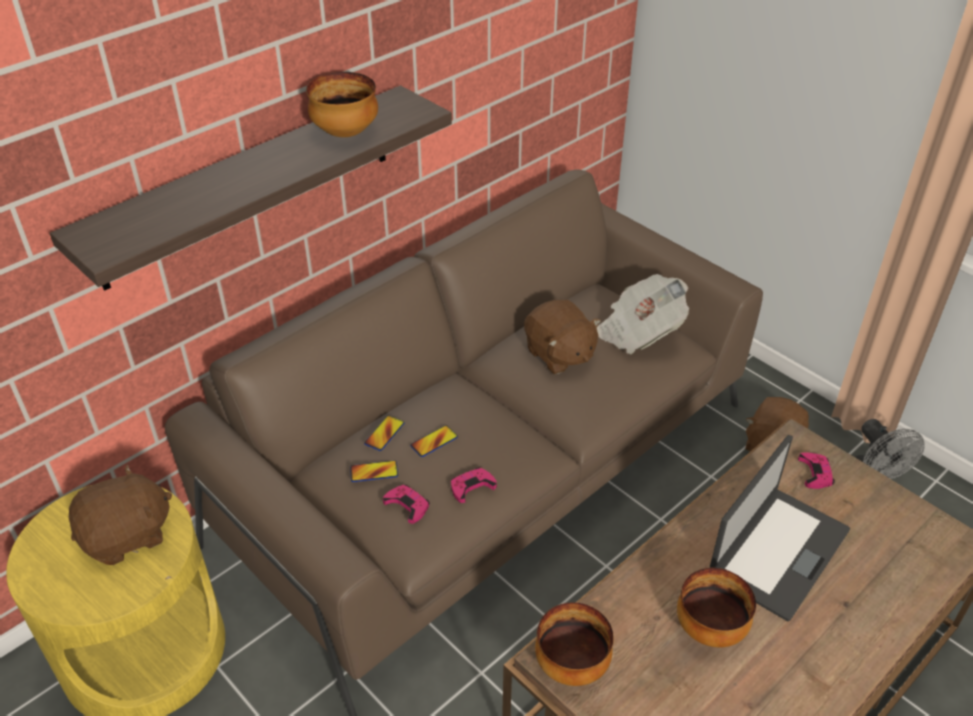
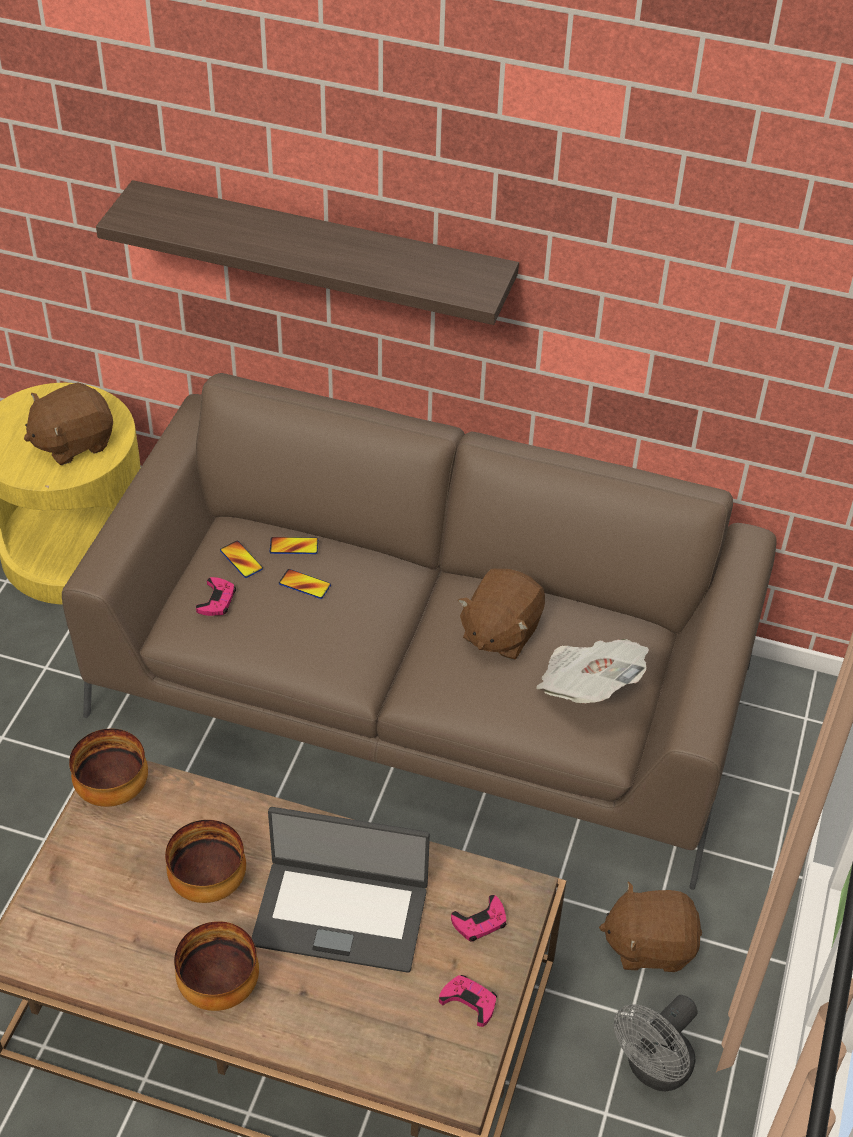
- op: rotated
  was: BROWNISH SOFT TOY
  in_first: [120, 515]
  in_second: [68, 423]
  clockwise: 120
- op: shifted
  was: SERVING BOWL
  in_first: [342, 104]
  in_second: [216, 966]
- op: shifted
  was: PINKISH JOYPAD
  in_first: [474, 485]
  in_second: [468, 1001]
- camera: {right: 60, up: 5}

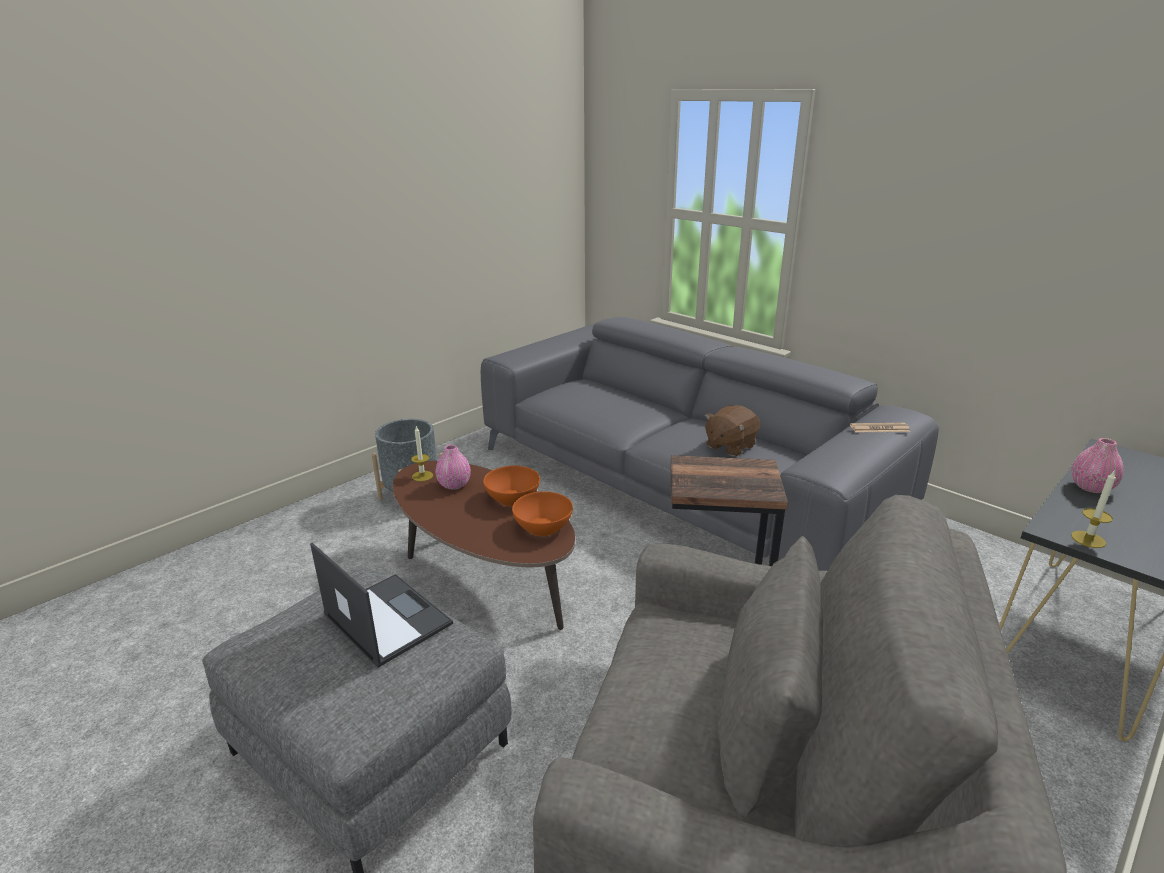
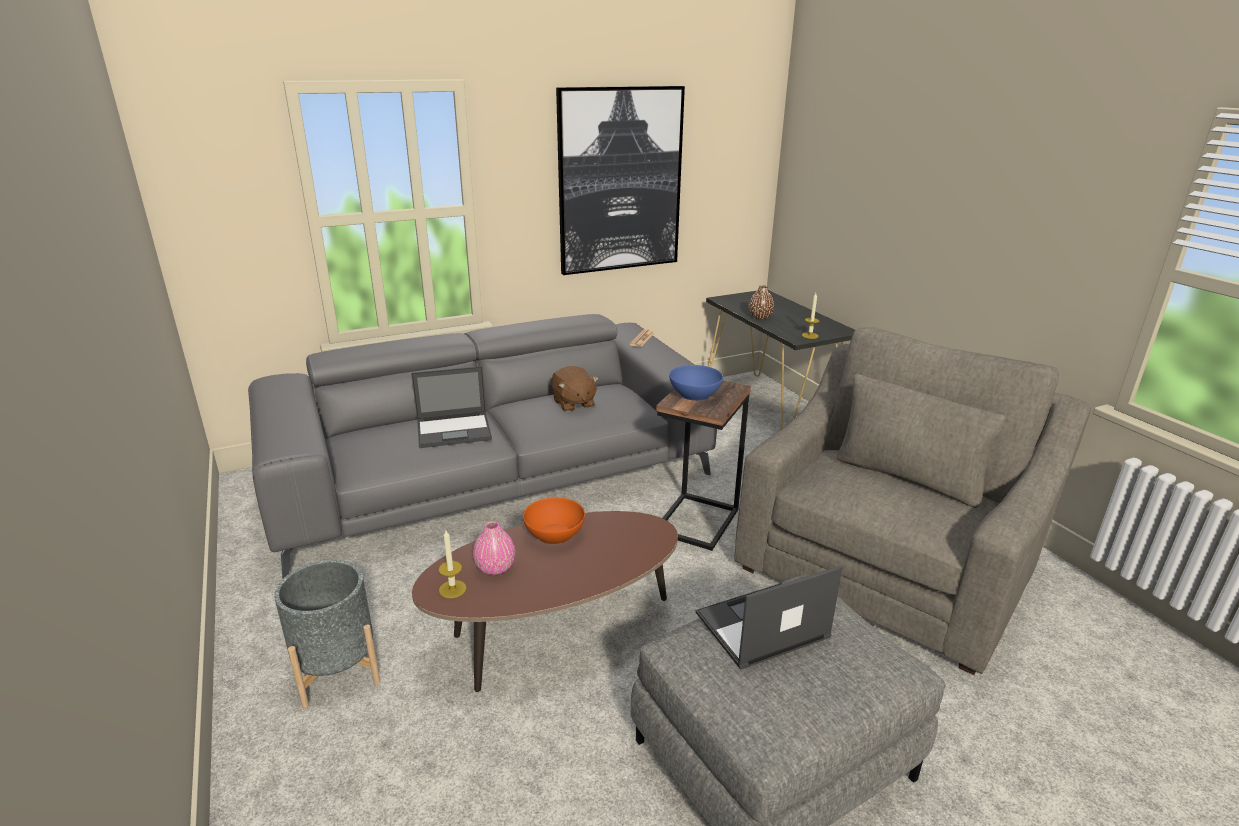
- op: gone
  was: ORANGE SERVING BOWL
  in_first: [542, 513]
- op: repainted
  was: PINKISH DECORATIVE VASE
  now: BROWNISH DECORATIVE VASE
  in_first: [1097, 465]
  in_second: [761, 302]
- op: new
  now: NOTEBOOK COMPUTER
  in_second: [451, 407]
- op: new
  now: PICTURE
  in_second: [620, 180]
- op: new
  now: BLUE SERVING BOWL
  in_second: [696, 383]
- camera: {right: -70, up: 0}

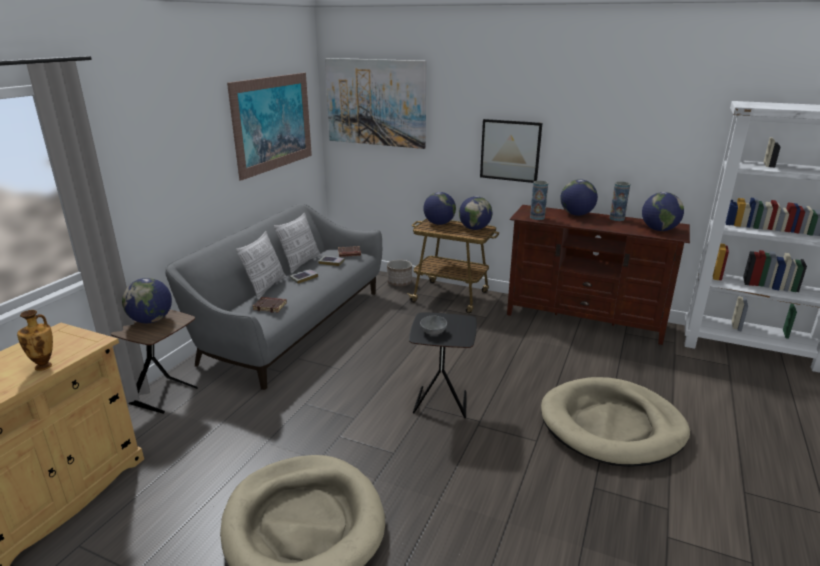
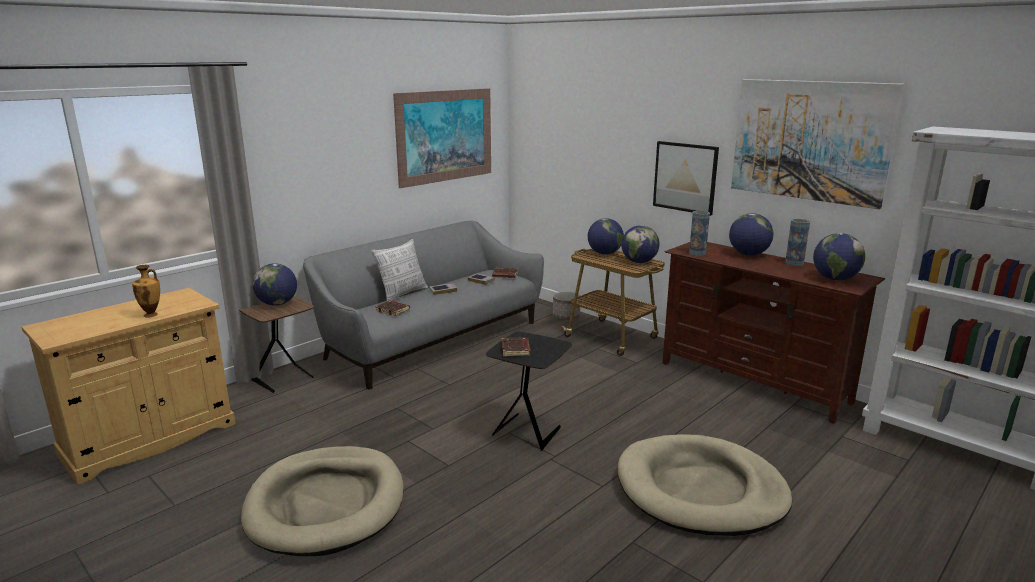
- op: gone
  was: PILLOW
  in_first: [297, 243]
- op: shifted
  was: PICTURE
  in_first: [376, 103]
  in_second: [817, 144]
- op: swapped
  was: GRAY SERVING BOWL
  now: BROWNISH VOLUME
  in_first: [433, 325]
  in_second: [516, 346]
- camera: {right: 20, up: -5}

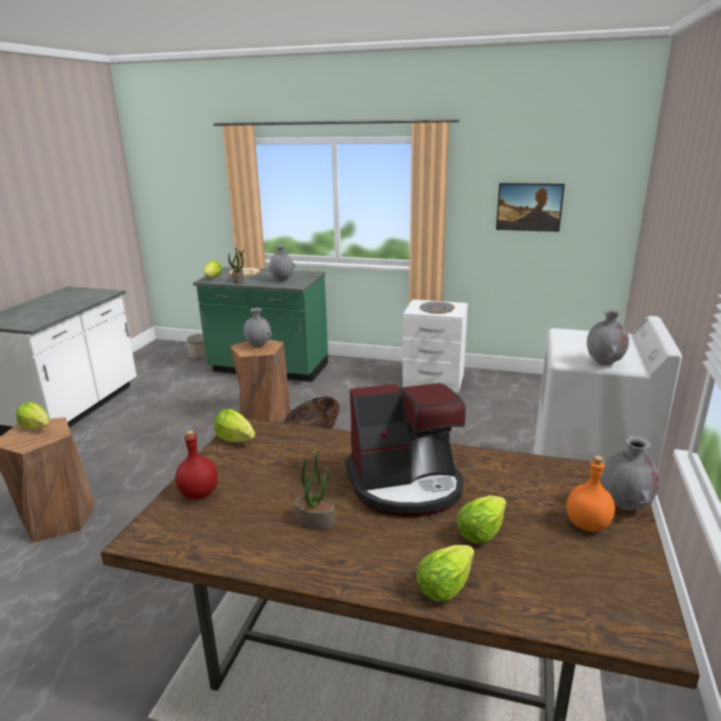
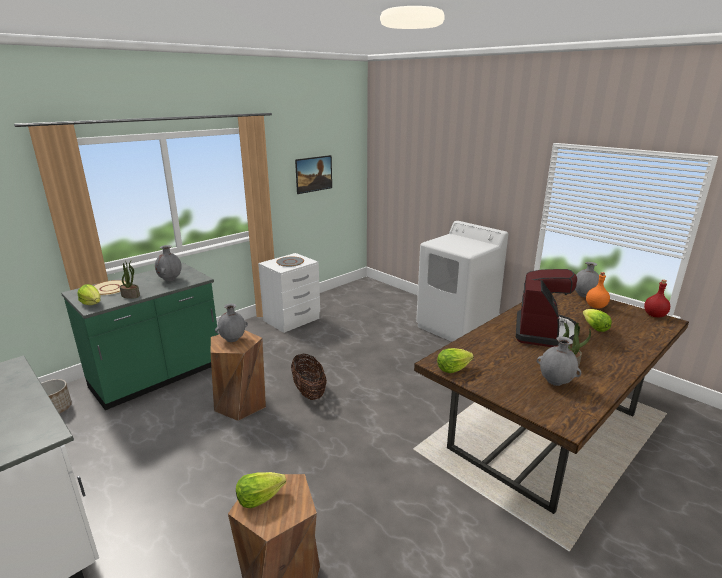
- op: shifted
  was: REDDISH BOTTLE
  in_first: [196, 464]
  in_second: [657, 298]
- op: gone
  was: LETTUCE
  in_first: [445, 573]
- op: shifted
  was: GRAY DECORATIVE VASE
  in_first: [608, 337]
  in_second: [559, 361]
- camera: {right: -60, up: 0}

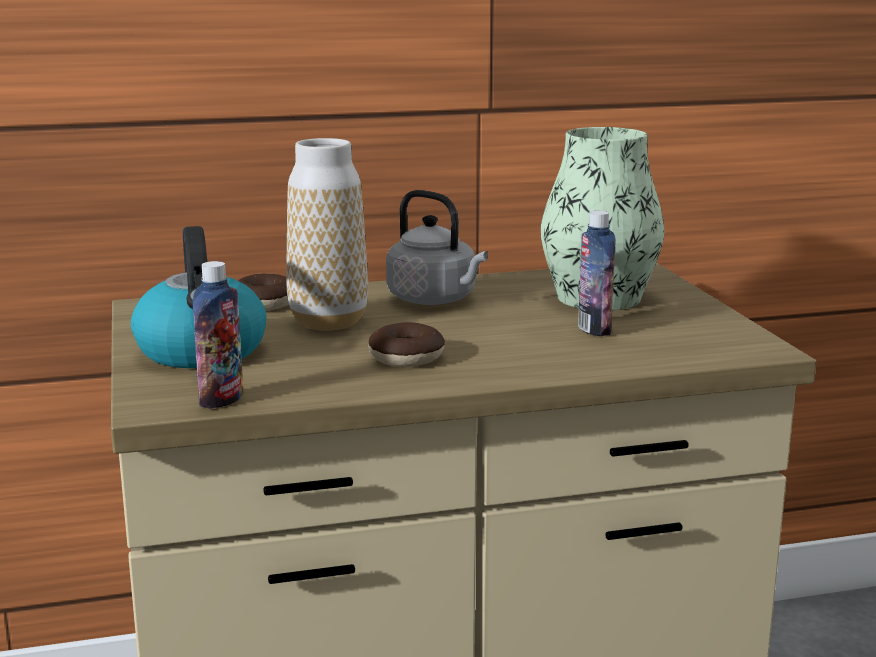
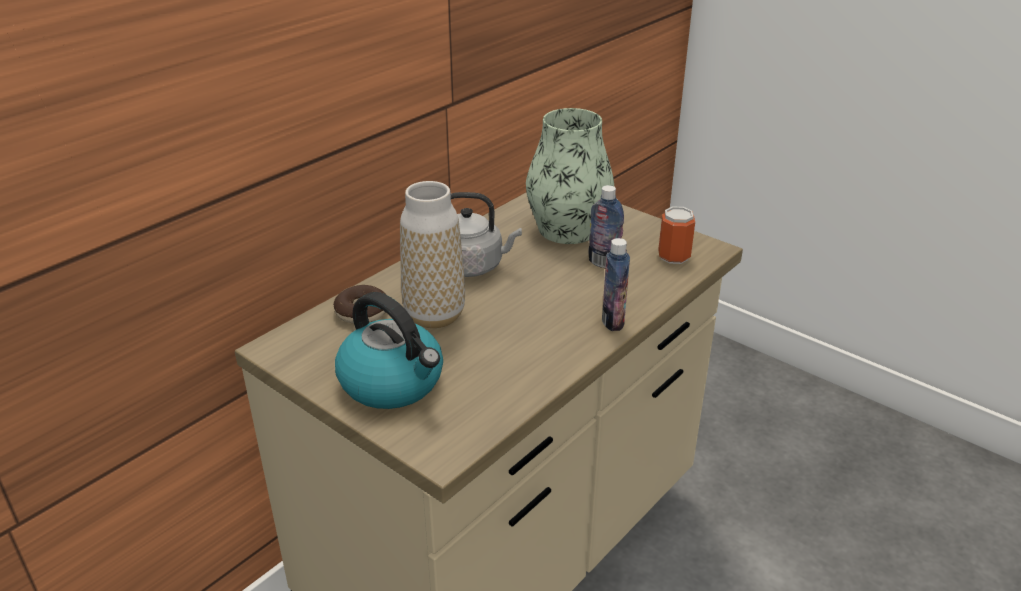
- op: shifted
  was: BOTTLE
  in_first: [218, 335]
  in_second: [616, 284]
- op: gone
  was: DOUGHNUT
  in_first: [406, 344]
- op: new
  now: METAL CAN
  in_second: [676, 235]
- camera: {right: -35, up: 15}

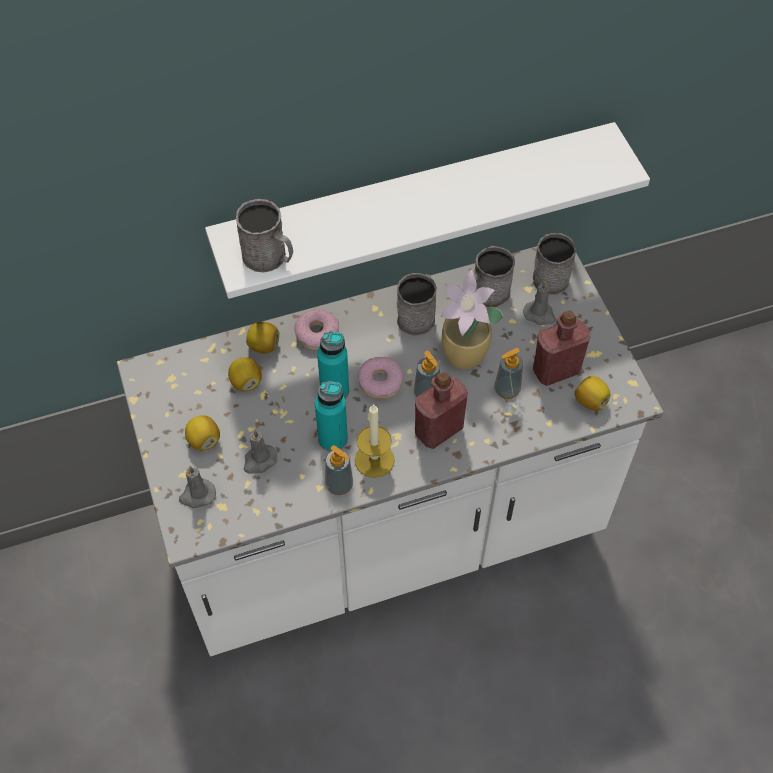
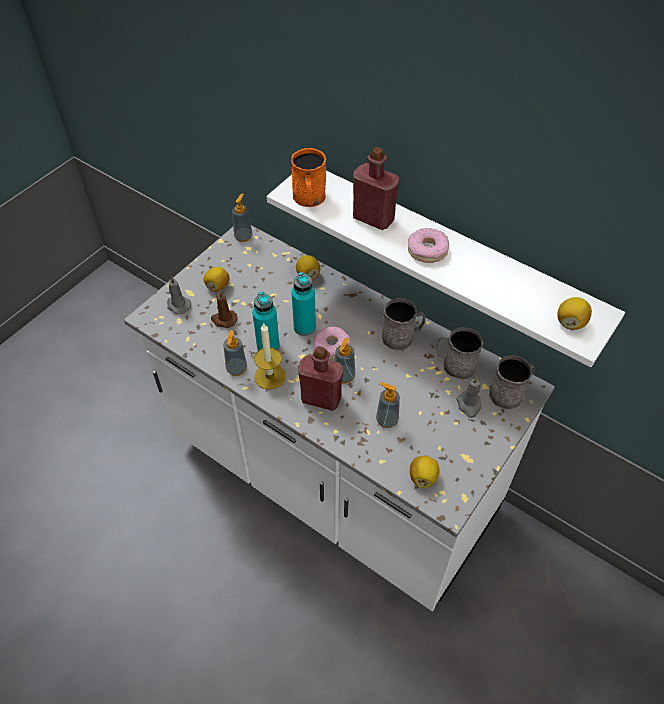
- op: shifted
  was: WHOLE LEMON
  in_first: [245, 374]
  in_second: [574, 313]
- op: repainted
  was: GRAY COFFEE MUG
  now: ORANGE COFFEE MUG
  in_first: [264, 235]
  in_second: [308, 177]
- op: repainted
  was: GRAY WAX CANDLE
  now: BROWNISH WAX CANDLE
  in_first: [260, 452]
  in_second: [224, 309]
- op: shifted
  was: DOUGHNUT
  in_first: [316, 329]
  in_second: [428, 245]
- op: gone
  was: HOUSEPLANT
  in_first: [472, 319]
- op: shifted
  was: REDDISH BOTTLE
  in_first: [562, 348]
  in_second: [376, 188]
- op: new
  now: SOAP BOTTLE
  in_second: [242, 217]
- camera: {right: 55, up: -5}

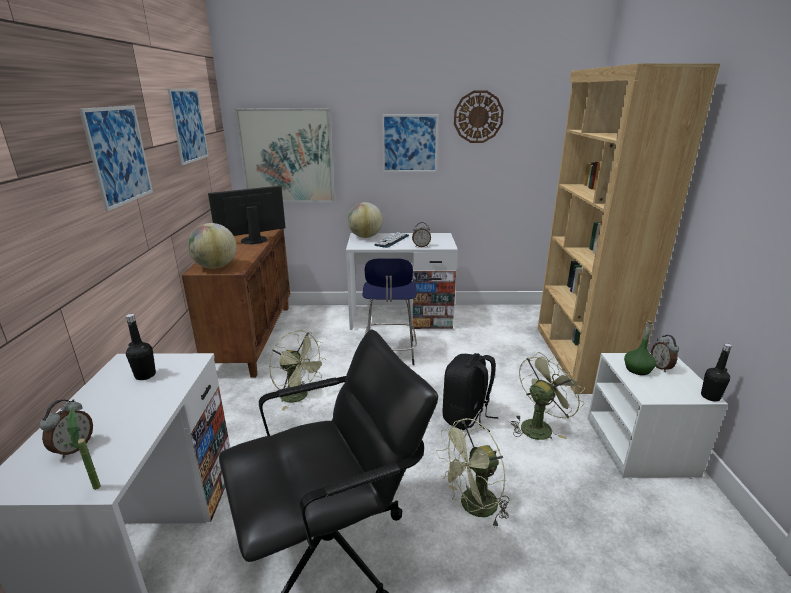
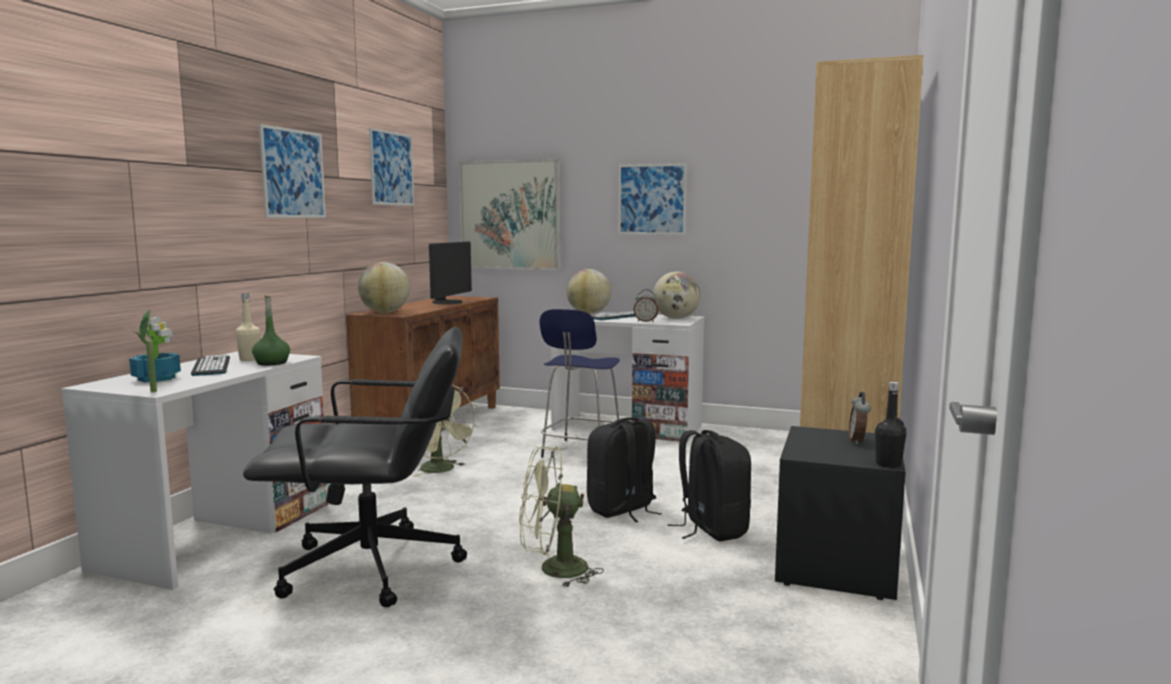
- op: swapped
  was: BEDSIDE CLOCK
  now: HOUSEPLANT
  in_first: [66, 429]
  in_second: [155, 349]
- op: repainted
  was: BLACK-COLOURED BOTTLE
  now: BEIGE-COLOURED BOTTLE
  in_first: [141, 347]
  in_second: [248, 327]
- op: rotated
  was: COMPUTER SCREEN
  in_first: [247, 215]
  in_second: [450, 272]
  clockwise: 120
- op: gone
  was: WALL CLOCK
  in_first: [479, 116]
- op: swapped
  was: GREENISH COOLING FAN
  now: BLACK-COLOURED KNAPSACK
  in_first: [548, 396]
  in_second: [709, 485]
- op: repainted
  was: WHITE BEDSIDE TABLE
  now: BLACK-COLOURED BEDSIDE TABLE
  in_first: [657, 416]
  in_second: [840, 513]
- op: shifted
  was: GREENISH BOTTLE
  in_first: [640, 348]
  in_second: [271, 330]
- op: new
  now: PC KEYBOARD
  in_second: [210, 365]
- op: new
  now: WORLD GLOBE
  in_second: [676, 295]
- camera: {right: 20, up: -15}

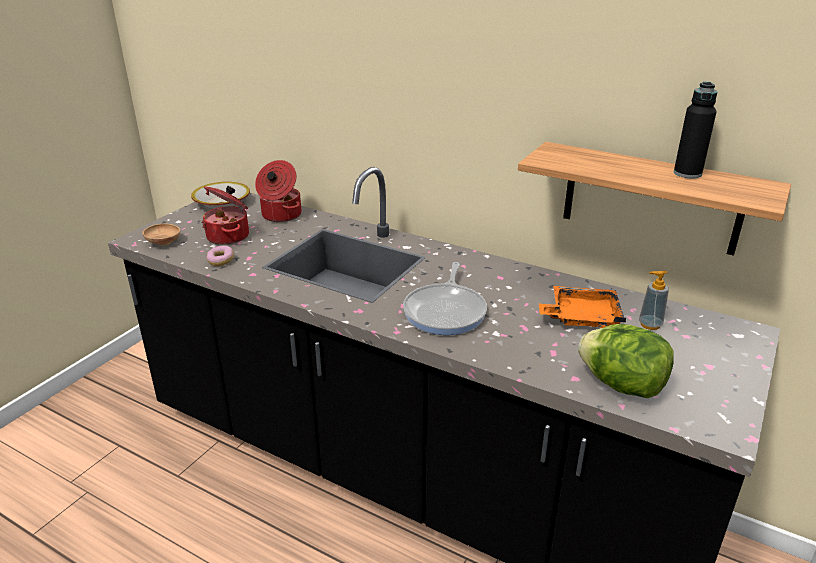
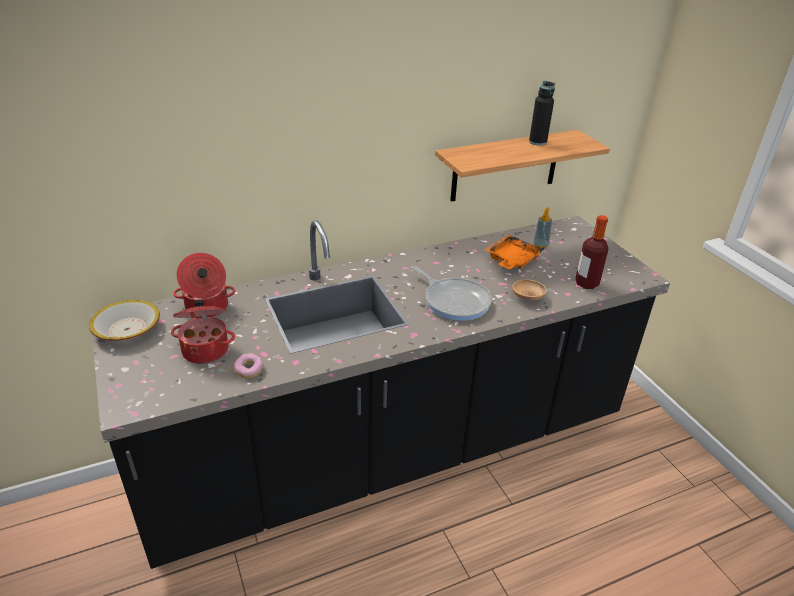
- op: shifted
  was: BROWNISH SERVING BOWL
  in_first: [161, 234]
  in_second: [529, 290]
- op: swapped
  was: LETTUCE
  now: BOTTLE
  in_first: [626, 361]
  in_second: [591, 252]
- camera: {right: -55, up: 5}

